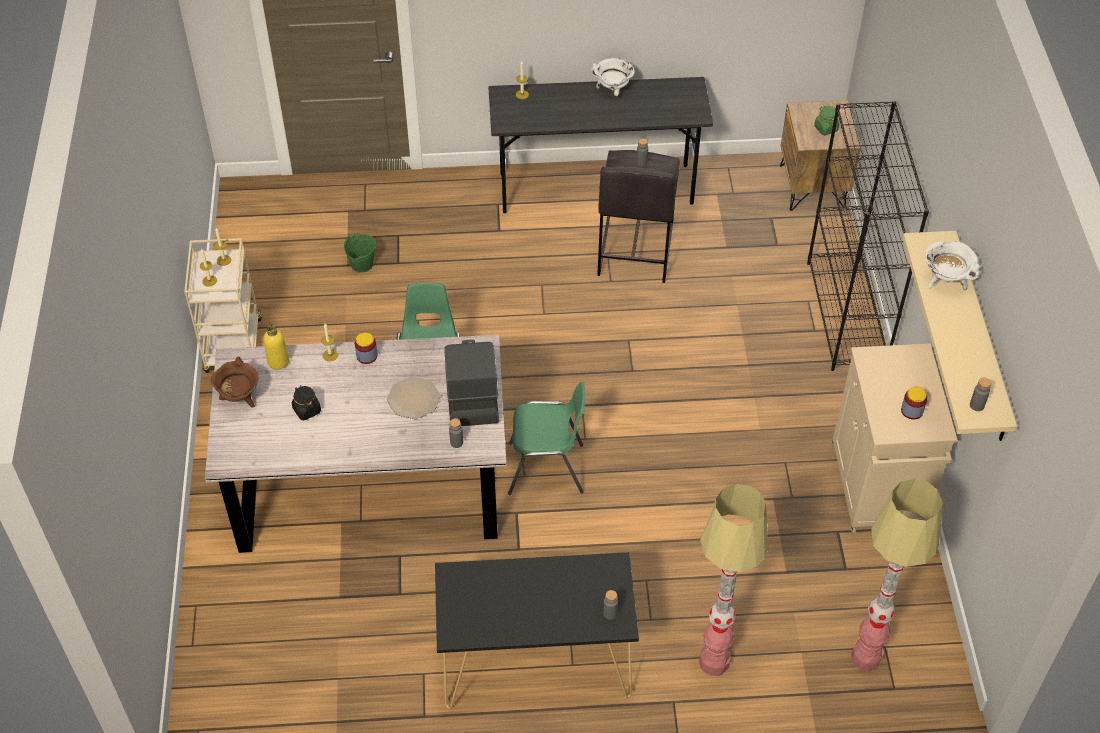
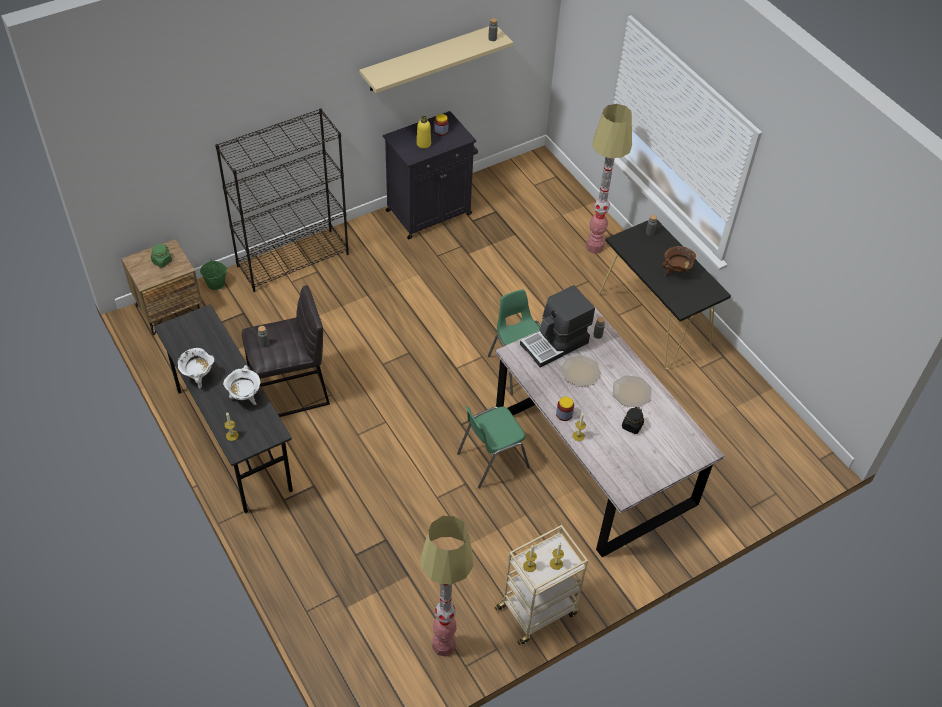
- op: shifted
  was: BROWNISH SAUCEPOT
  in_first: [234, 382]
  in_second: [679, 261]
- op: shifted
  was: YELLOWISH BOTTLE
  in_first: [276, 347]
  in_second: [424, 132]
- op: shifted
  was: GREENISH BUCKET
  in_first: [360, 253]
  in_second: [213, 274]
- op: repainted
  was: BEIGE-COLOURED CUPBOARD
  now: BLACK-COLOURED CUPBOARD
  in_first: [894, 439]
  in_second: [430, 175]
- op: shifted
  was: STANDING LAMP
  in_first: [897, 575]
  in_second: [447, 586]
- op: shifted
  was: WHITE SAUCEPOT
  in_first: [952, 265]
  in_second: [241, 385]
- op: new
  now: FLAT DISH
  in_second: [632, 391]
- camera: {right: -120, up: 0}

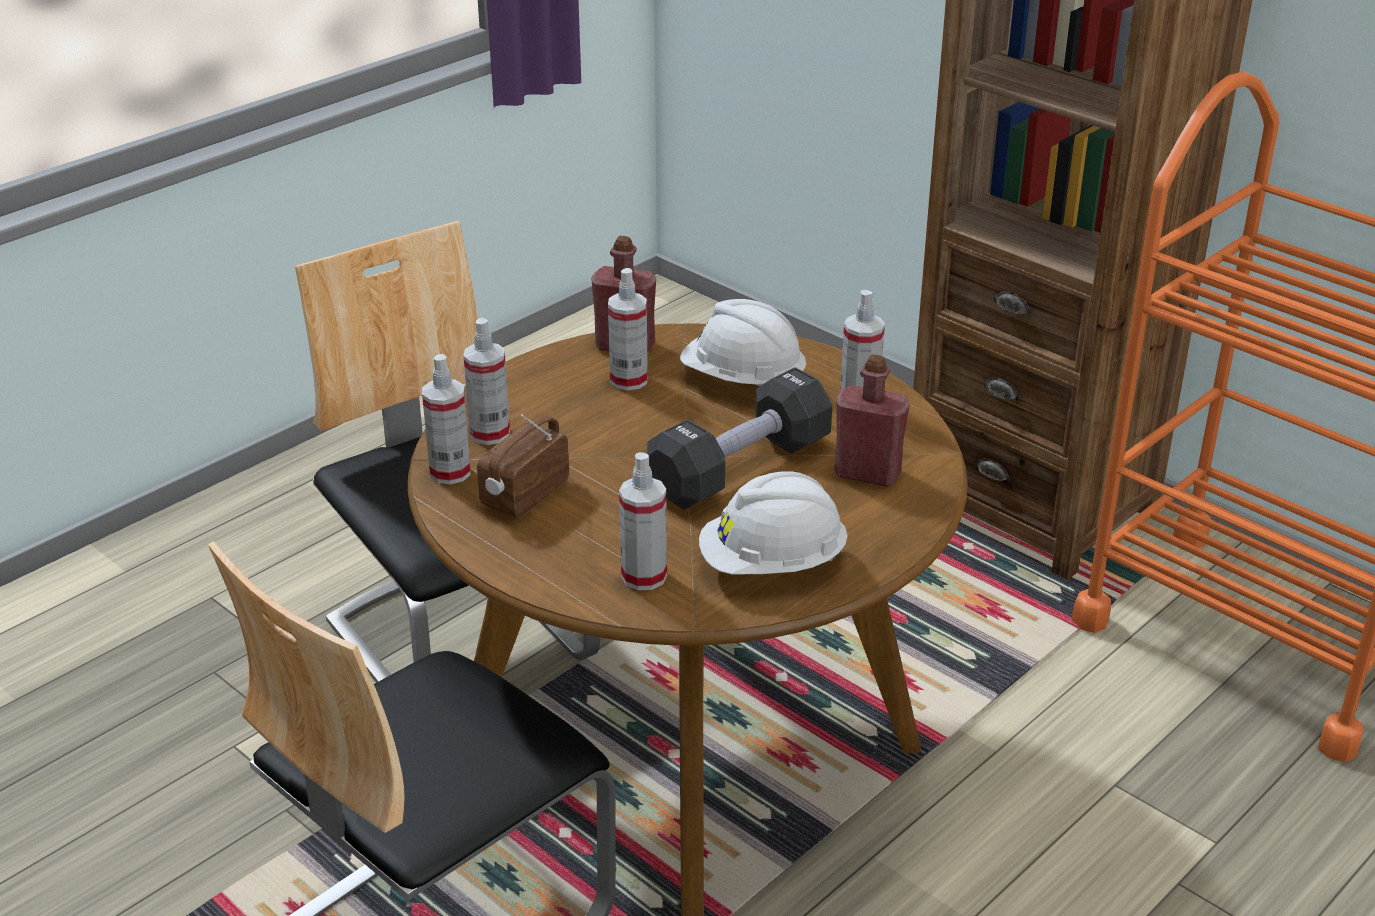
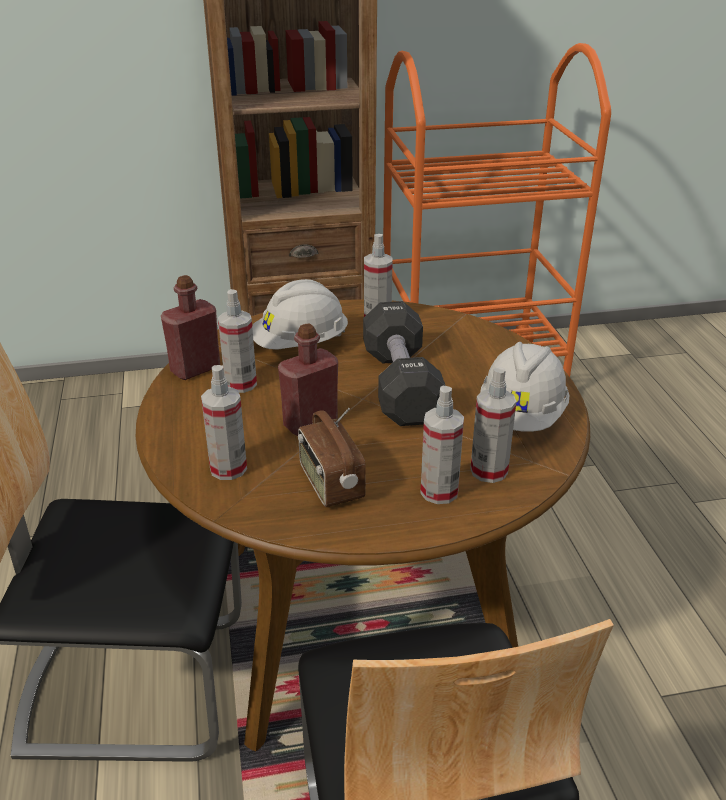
- op: shifted
  was: SPRAYER
  in_first: [446, 419]
  in_second: [442, 445]
- op: shifted
  was: REDDISH BOTTLE
  in_first: [872, 420]
  in_second: [308, 380]
- camera: {right: -55, up: 0}

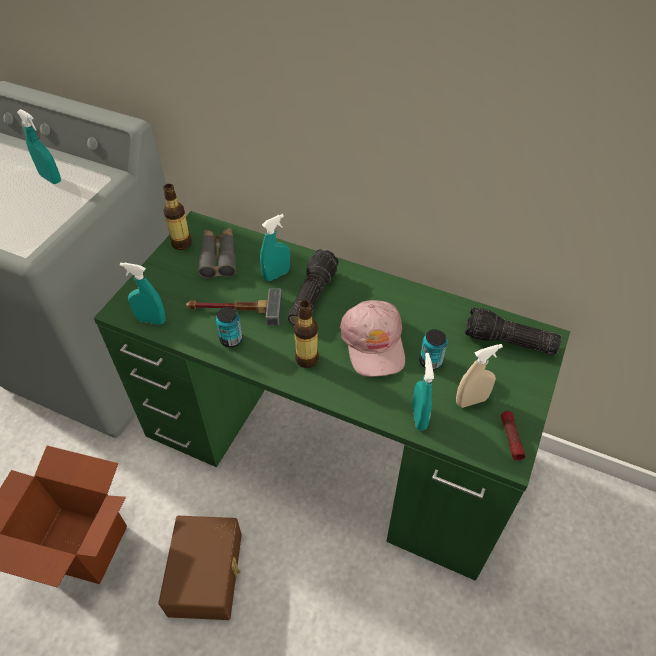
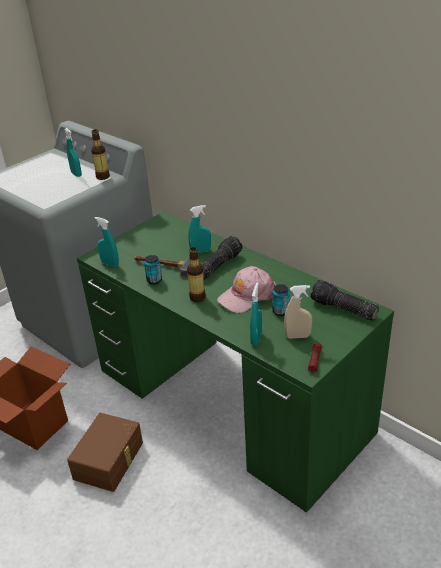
- op: shifted
  was: BOTTLE
  in_first: [177, 217]
  in_second: [100, 154]
- op: gone
  was: GRAY BINOCULARS
  in_first: [217, 253]
- op: rotated
  was: PINKISH PEAKED CAP
  in_first: [372, 338]
  in_second: [246, 289]
  clockwise: 45
- camera: {right: 20, up: -15}

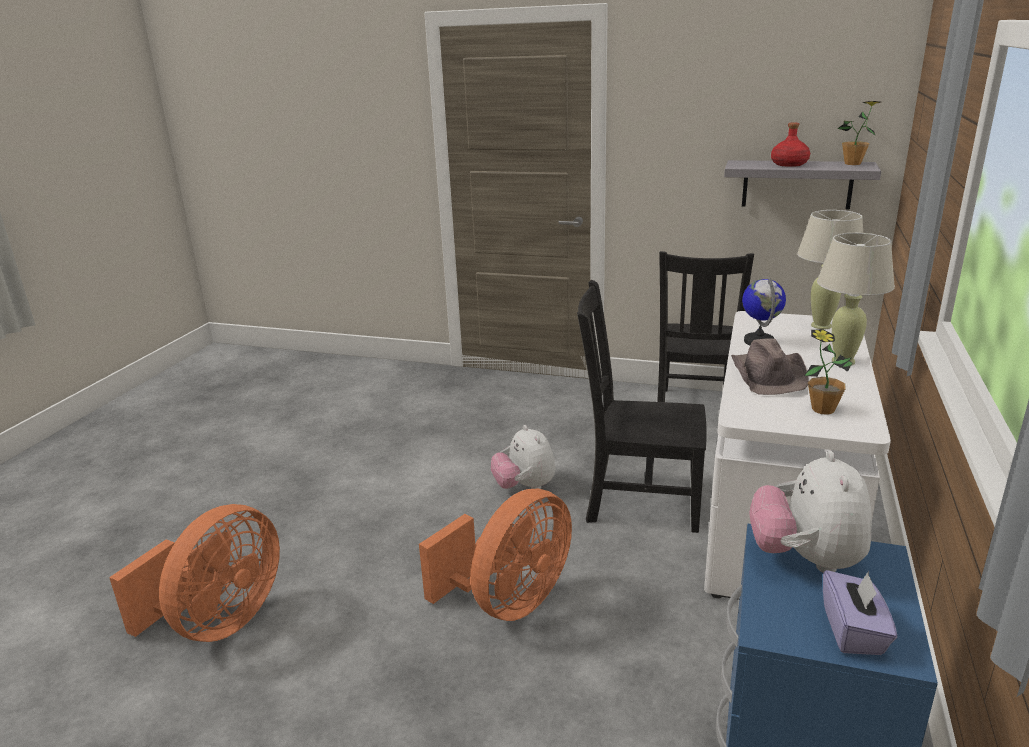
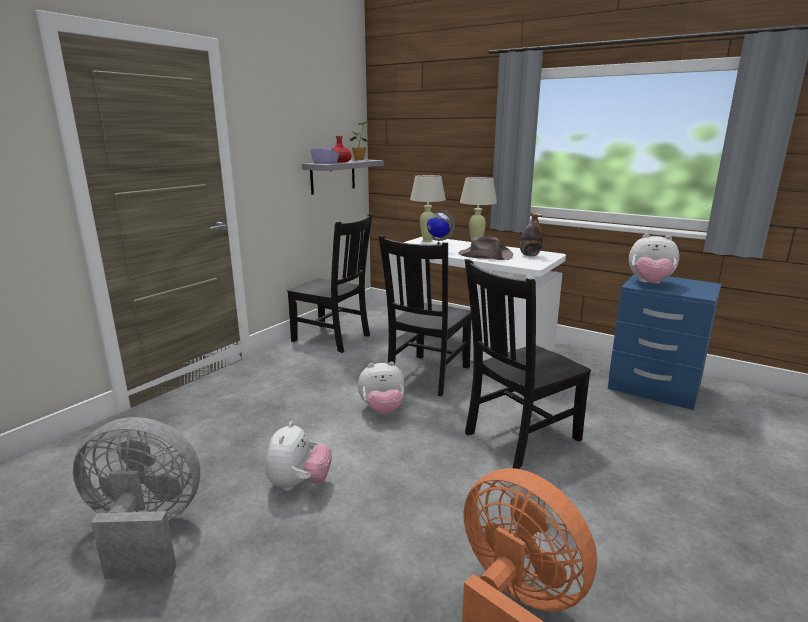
- op: swapped
  was: ORANGE COOLING FAN
  now: BLACK-COLOURED CHAIR
  in_first: [495, 555]
  in_second: [528, 364]
- op: swapped
  was: HOUSEPLANT
  now: BOTTLE
  in_first: [828, 372]
  in_second: [531, 234]
- op: shifted
  was: PURPLISH TISSUE BOX
  in_first: [860, 612]
  in_second: [324, 153]
- op: new
  now: GRAY COOLING FAN
  in_second: [136, 498]
- op: new
  now: SOFT TOY
  in_second: [299, 456]
- camera: {right: -75, up: -5}

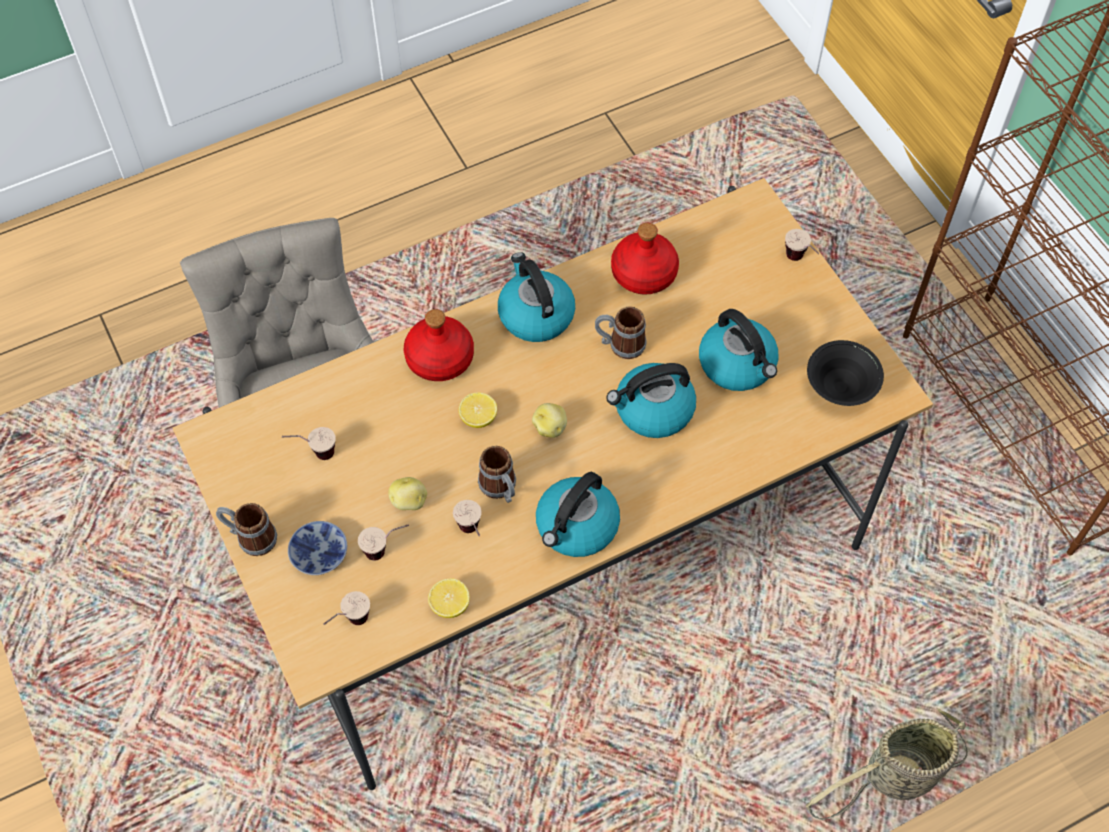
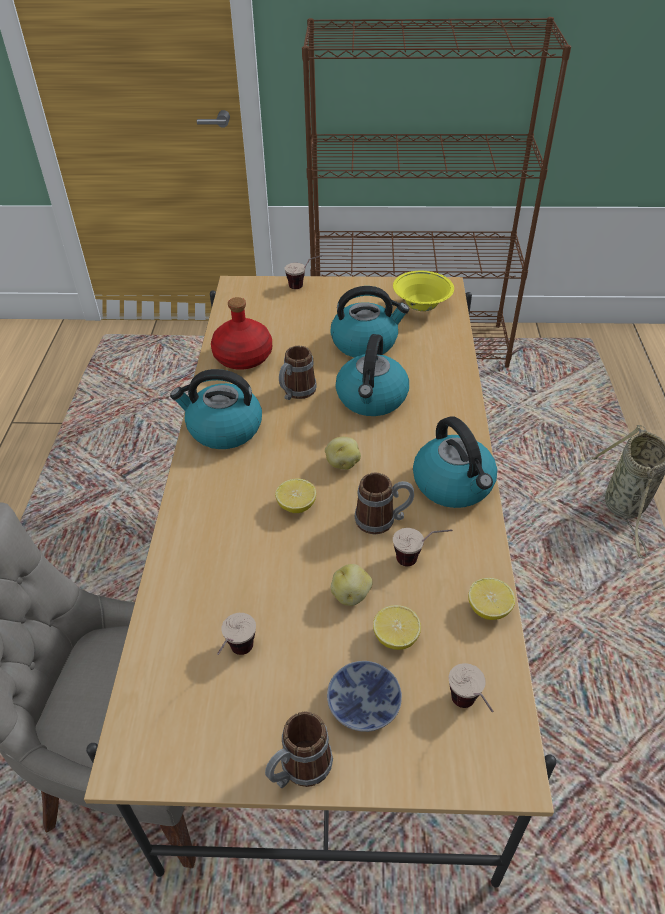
- op: swapped
  was: DRINKING CUP
  now: WHOLE LEMON
  in_first: [383, 542]
  in_second: [397, 627]
- op: gone
  was: REDDISH BOTTLE
  in_first: [439, 345]
- op: repainted
  was: BLACK-COLOURED SERVING BOWL
  now: YELLOWISH SERVING BOWL
  in_first: [845, 373]
  in_second: [423, 291]
- camera: {right: -60, up: -15}

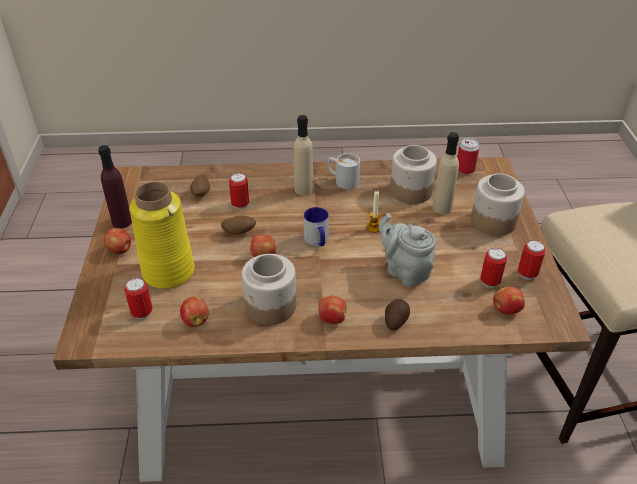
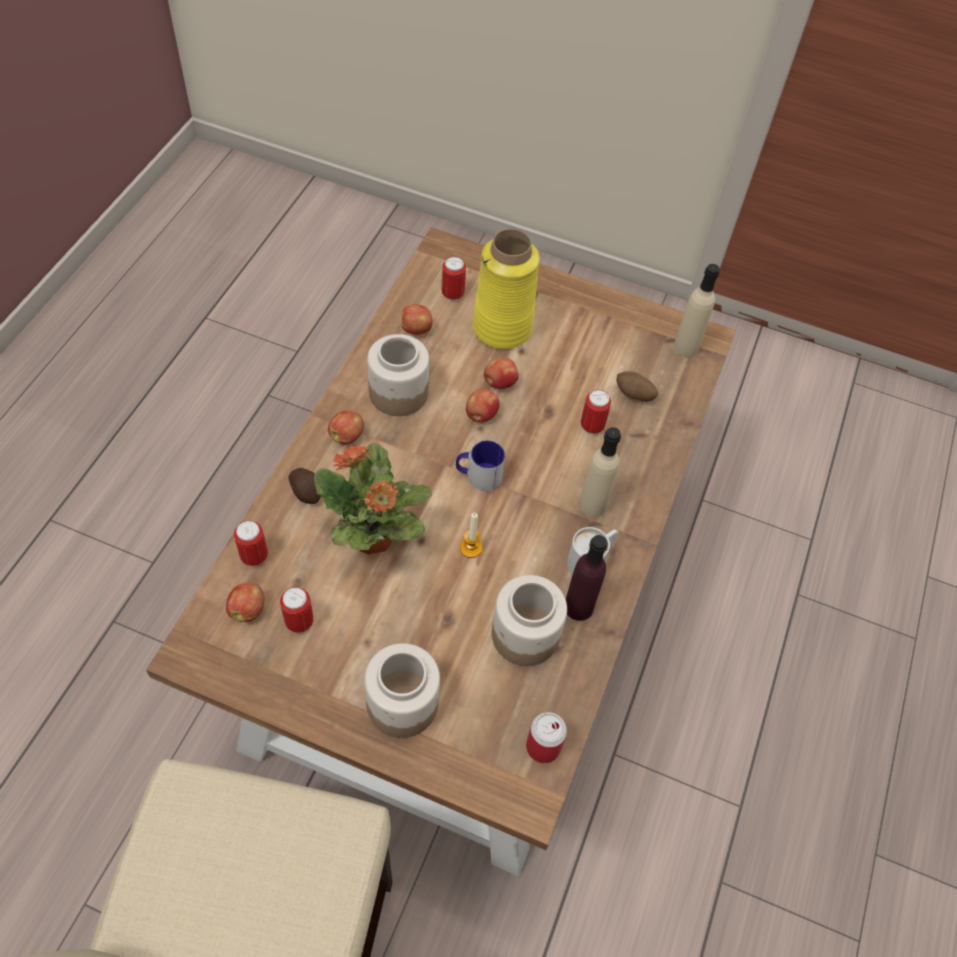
- op: shifted
  was: PURPLISH BOTTLE
  in_first: [115, 186]
  in_second: [587, 578]
- op: shifted
  was: APPLE FRUIT
  in_first: [117, 241]
  in_second: [501, 373]
- op: gone
  was: POTATO
  in_first: [238, 225]
- op: swapped
  was: GRAY TEAPOT
  now: HOUSEPLANT
  in_first: [407, 250]
  in_second: [373, 499]
- op: shifted
  was: BEIGE-COLOURED BOTTLE
  in_first: [446, 173]
  in_second: [697, 310]
- op: shifted
  was: METAL CAN
  in_first: [532, 260]
  in_second: [251, 543]
- camera: {right: 110, up: 15}

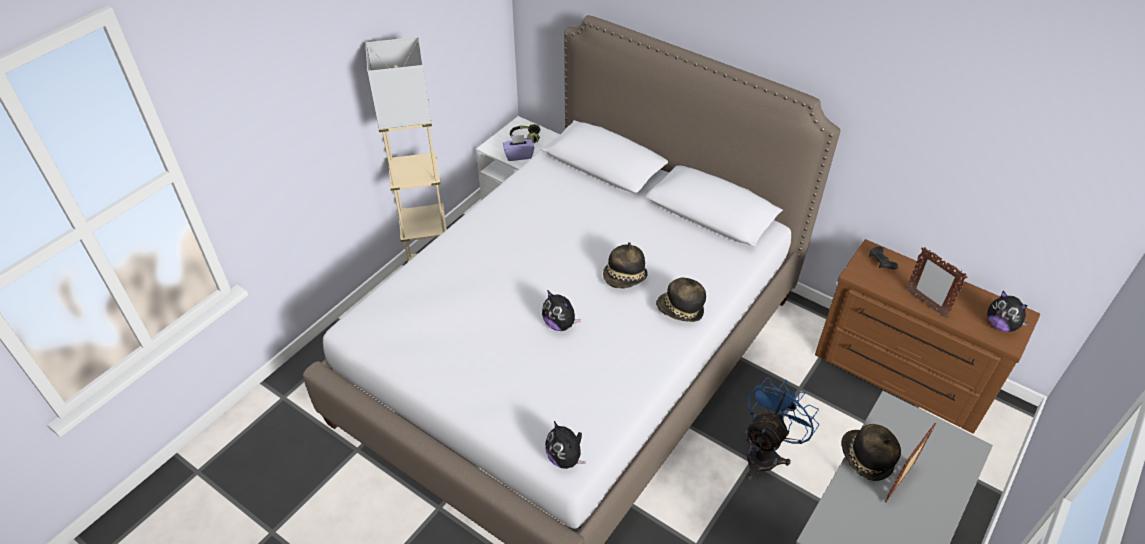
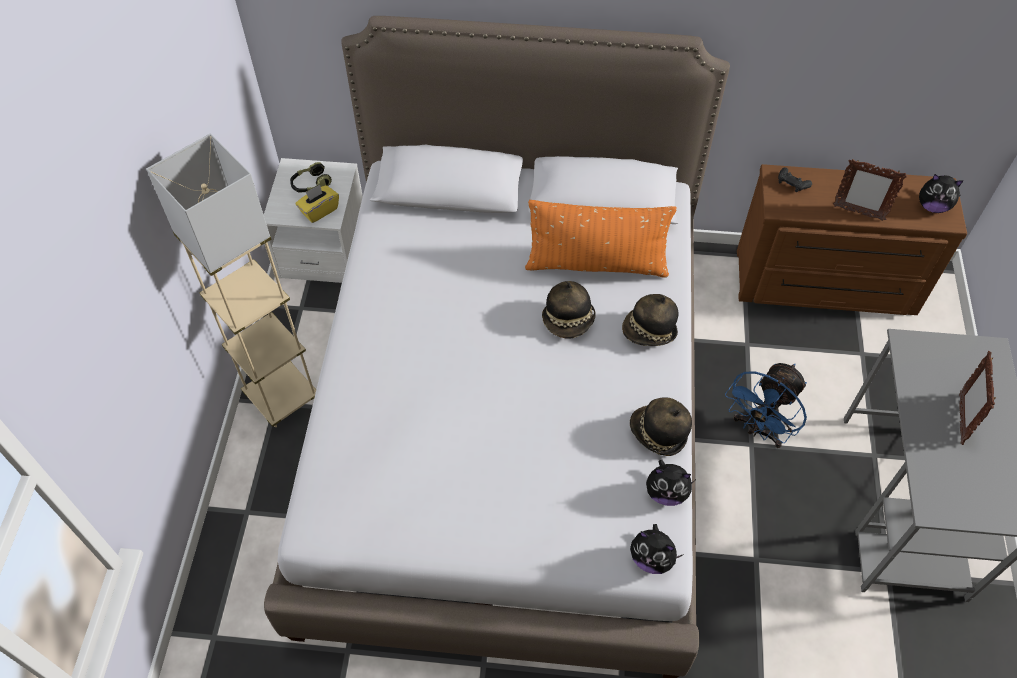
- op: repainted
  was: PURPLISH TISSUE BOX
  now: YELLOWISH TISSUE BOX
  in_first: [518, 148]
  in_second: [317, 204]
- op: shifted
  was: SOFT TOY
  in_first: [561, 310]
  in_second: [670, 483]
- op: rotated
  was: BLUE COOLING FAN
  in_first: [782, 429]
  in_second: [766, 405]
  clockwise: -150
- op: shifted
  was: WEARABLE HAT
  in_first: [871, 452]
  in_second: [661, 426]
- op: new
  now: ORANGE PILLOW
  in_second: [601, 239]
- camera: {right: -30, up: 10}

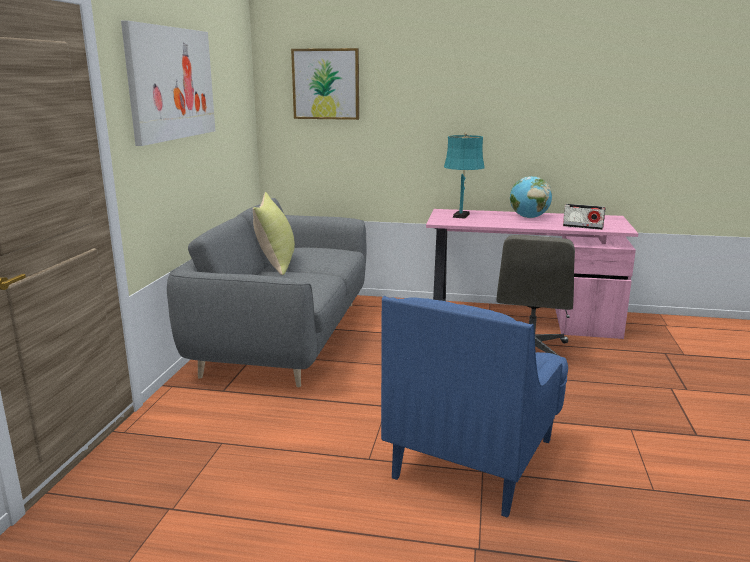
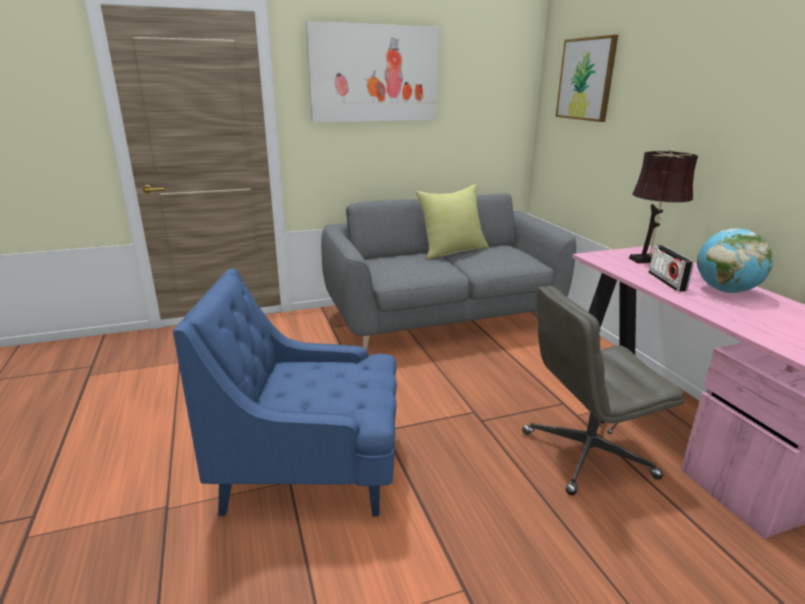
- op: repainted
  was: BLUE-GREEN TABLE LAMP
  now: BROWNISH TABLE LAMP
  in_first: [464, 175]
  in_second: [663, 206]
- op: shifted
  was: RADIO SET
  in_first: [584, 217]
  in_second: [671, 268]
- camera: {right: 60, up: 5}

